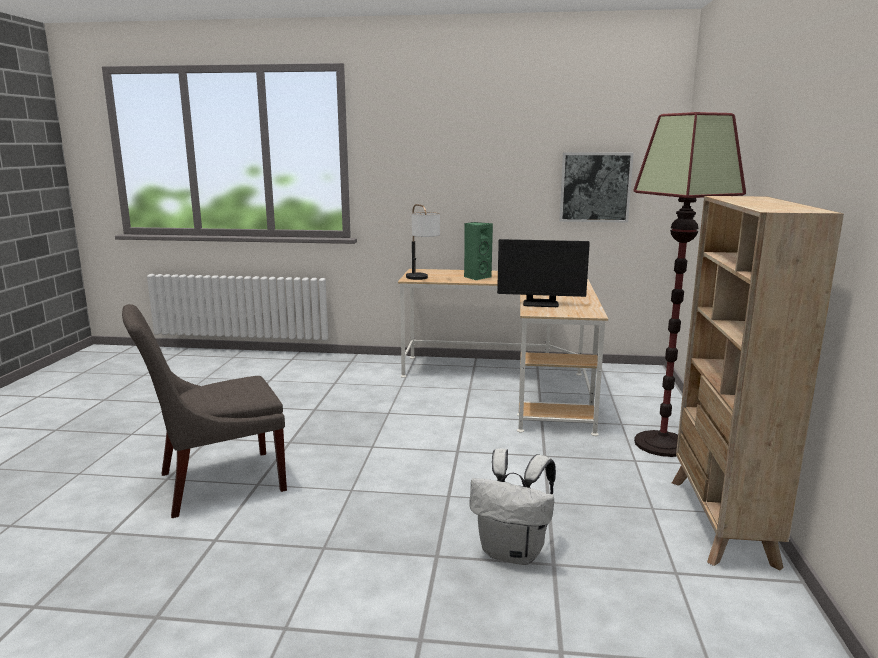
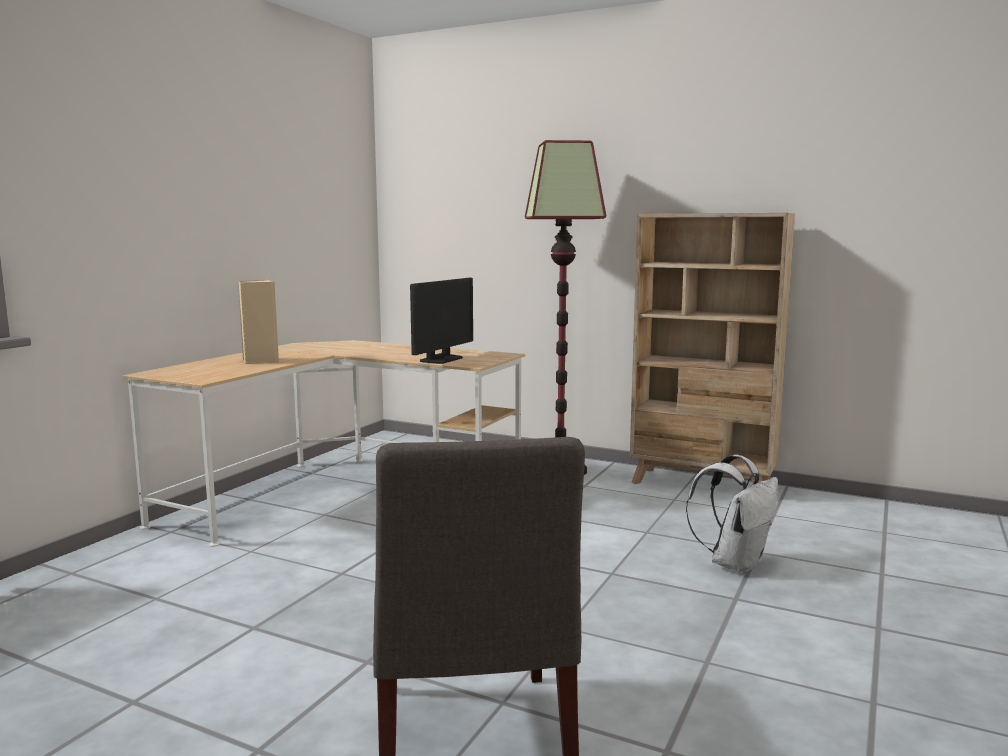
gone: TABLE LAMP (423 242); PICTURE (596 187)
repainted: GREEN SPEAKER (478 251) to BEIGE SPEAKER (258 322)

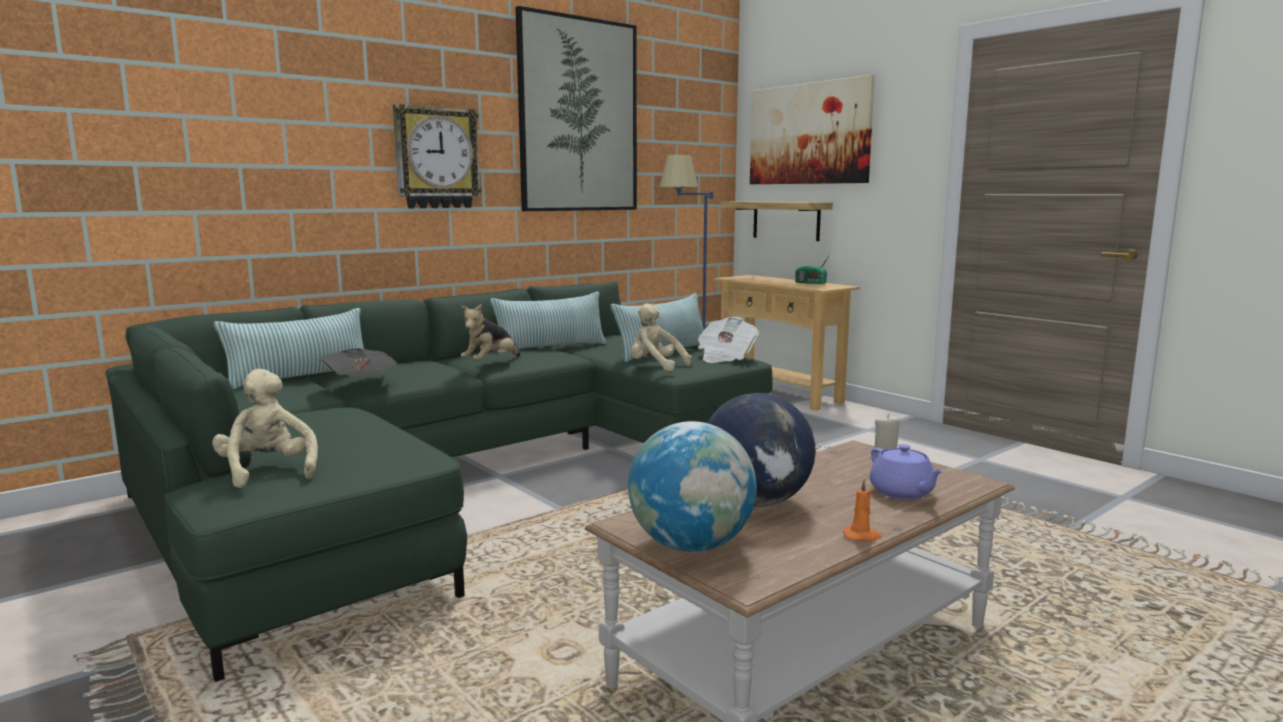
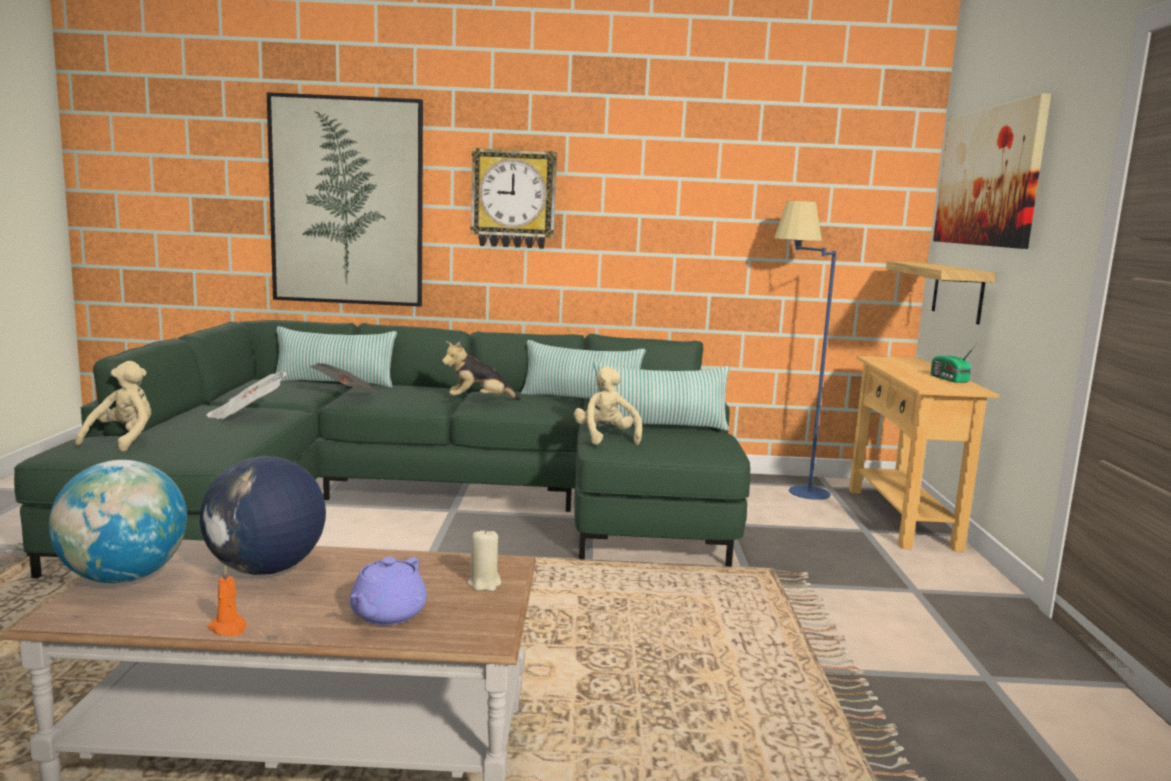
shifted: NEWSPAPER (728 340) to (246 395); PICTURE (576 108) to (345 199)

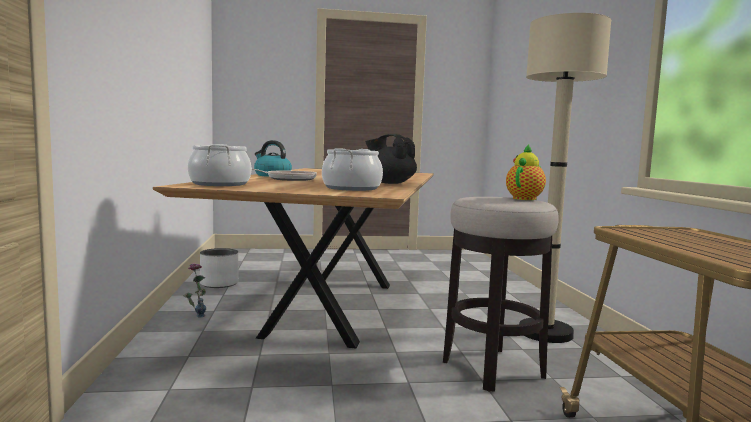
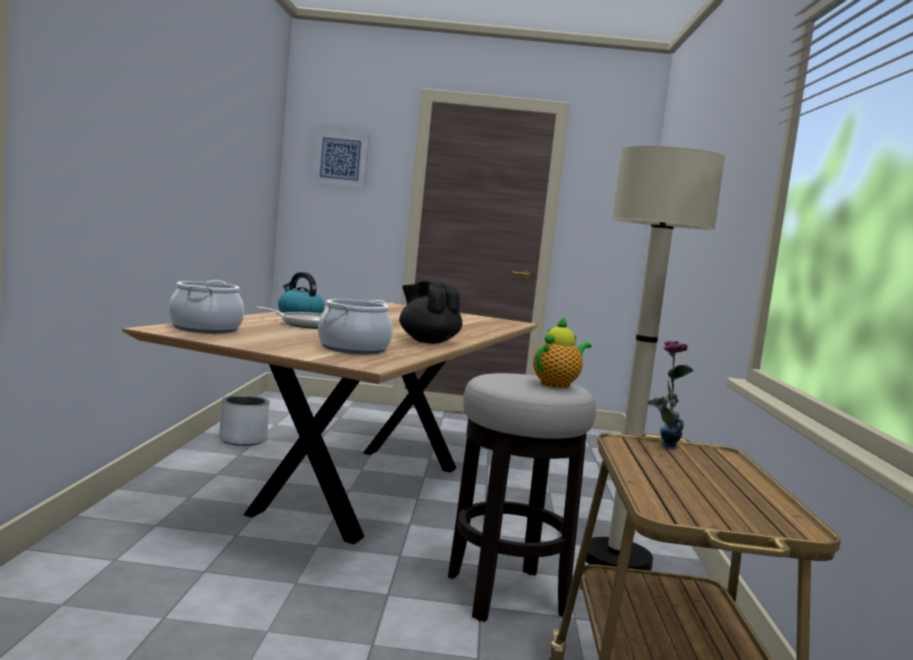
new: PICTURE (341 159)
shifted: VASE (194 290) to (671 395)

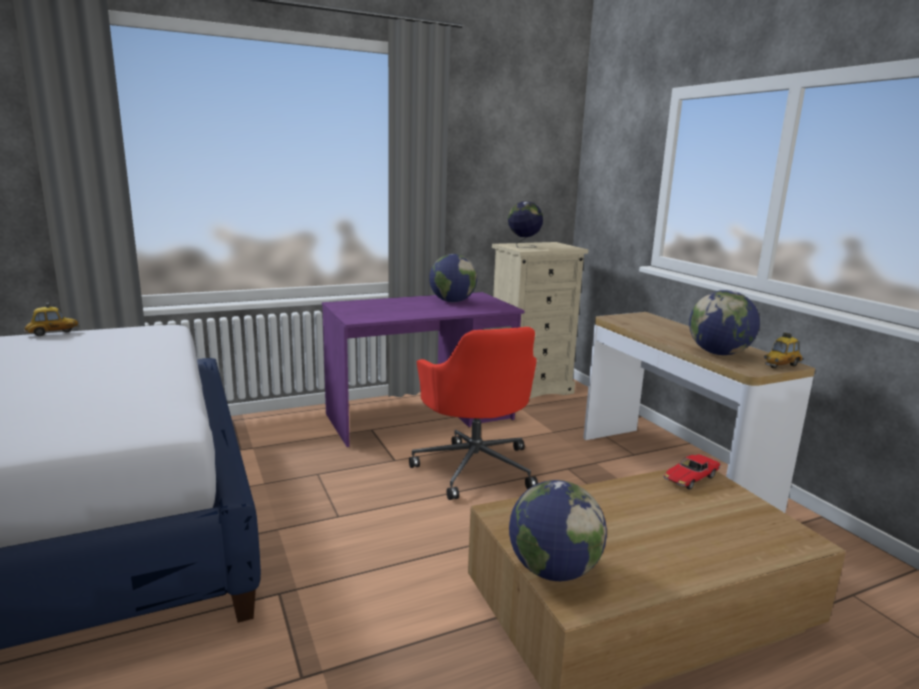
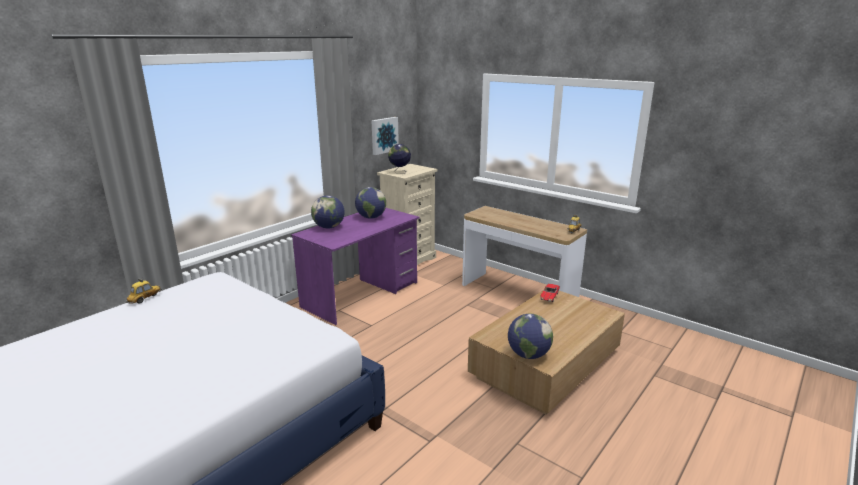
gone: RED OFFICE CHAIR (473 413)
new: PICTURE (385 136)
shifted: GLOBE (724 322) to (328 211)

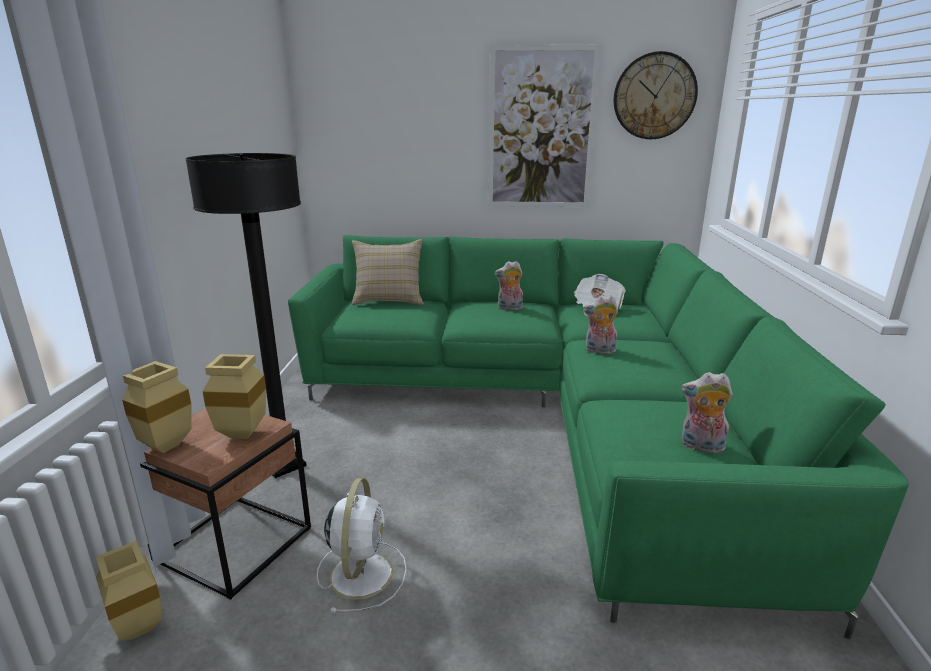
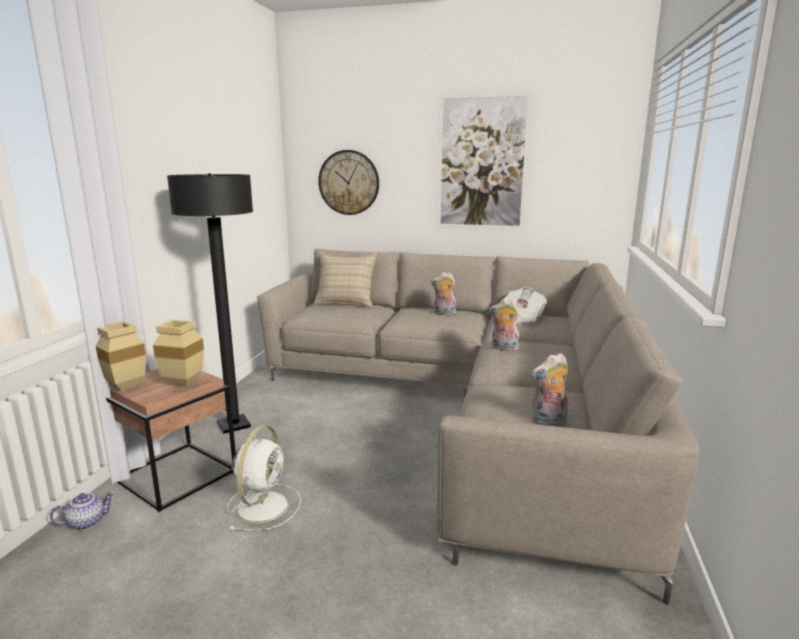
shifted: WALL CLOCK (656 95) to (348 182)
swapped: BEIGE VASE (129 590) to TEAPOT (82 511)
repainted: GREEN SOFA (598 437) to BEIGE SOFA (478 427)
rotated: PLUSH TOY (707 412) = (549 389) 45 degrees counterclockwise

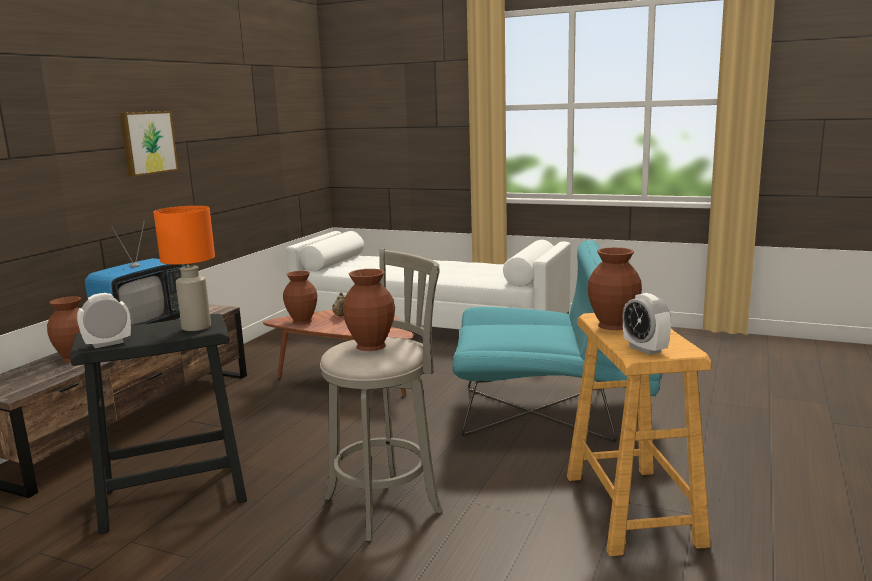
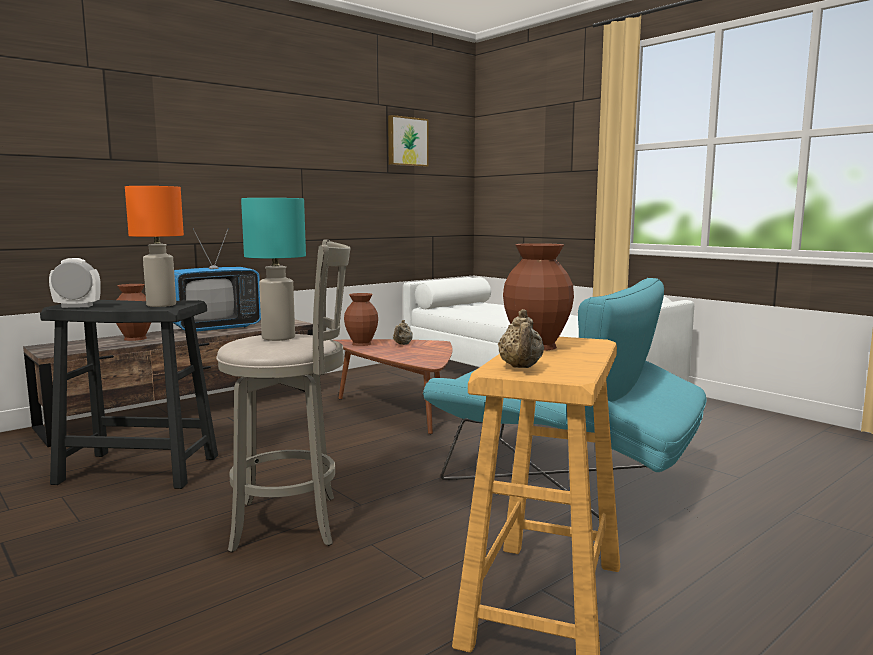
shifted: PICTURE (148 143) to (408 141)
swapped: BROWN VASE (369 310) to TURQUOISE TABLE LAMP (273 269); ALARM CLOCK (646 324) to BEIGE TEAPOT (521 338)

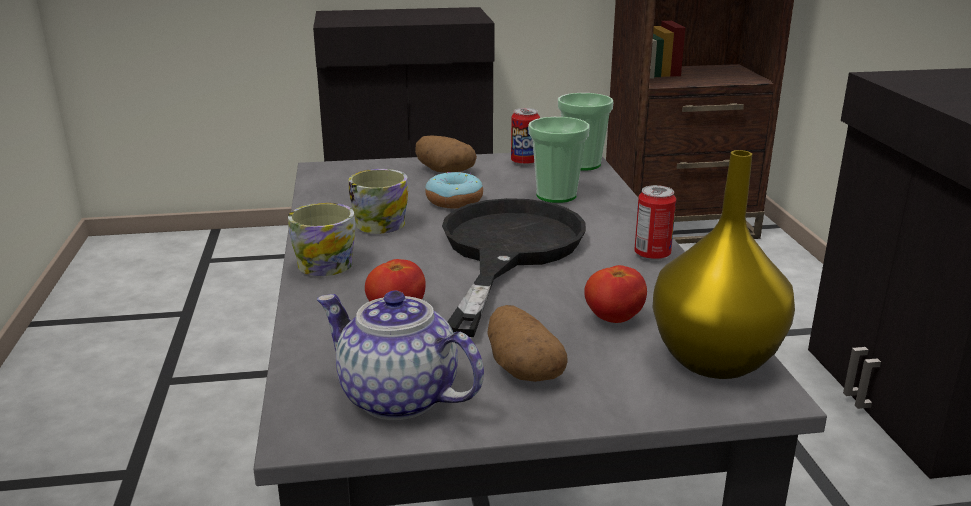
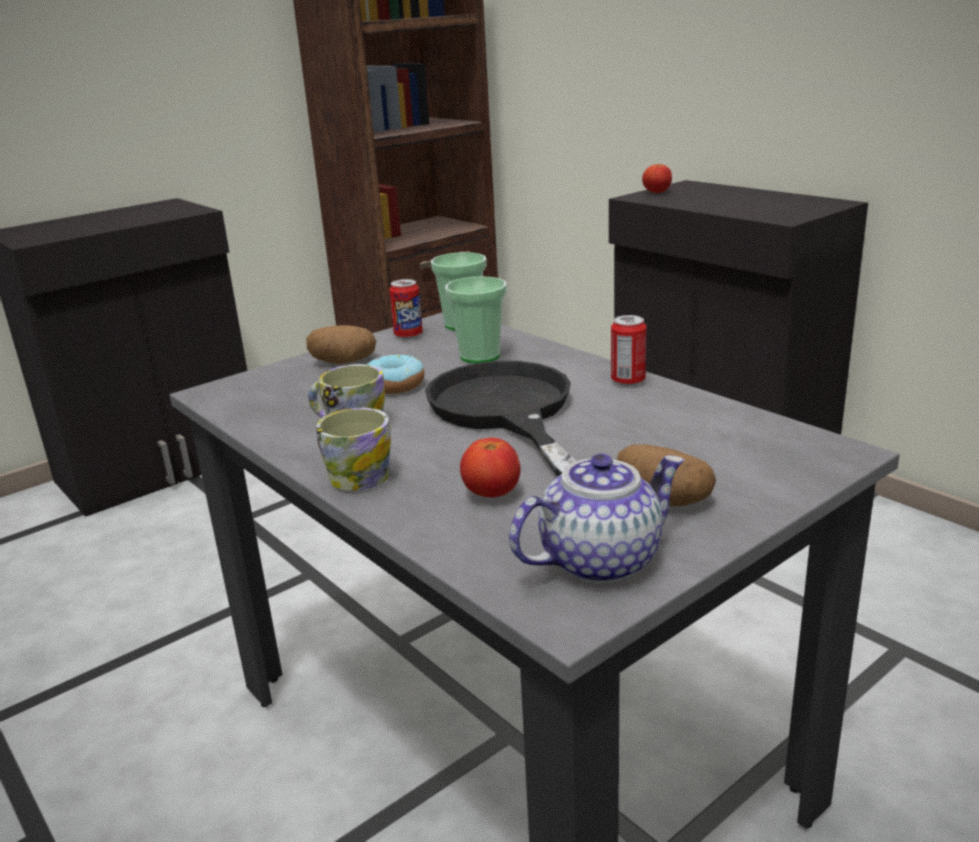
gone: YELLOW VASE (723 264)
shifted: TOMATO (615 294) to (657 178)
rotated: TEAPOT (400 356) = (597 519) 150 degrees clockwise

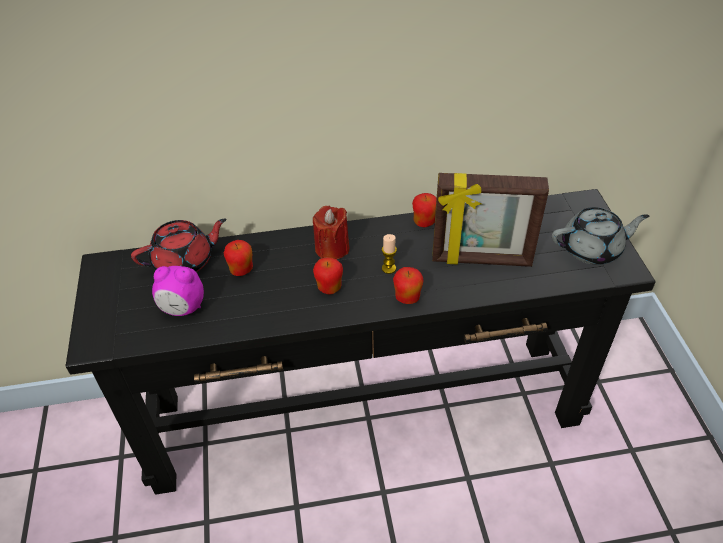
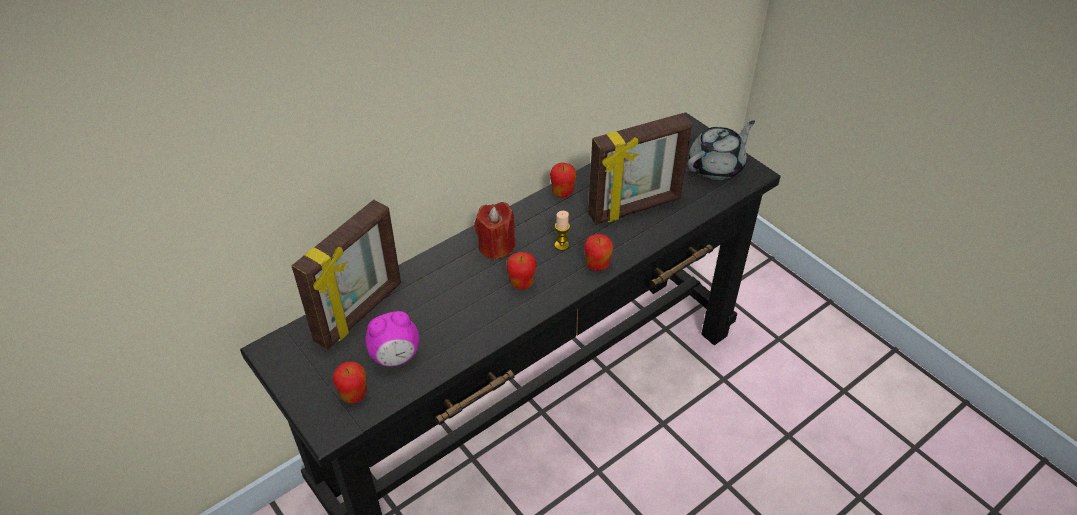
shifted: APPLE (238 258) to (349 382)
swapped: RED TEAPOT (179 245) to PICTURE FRAME (346 275)

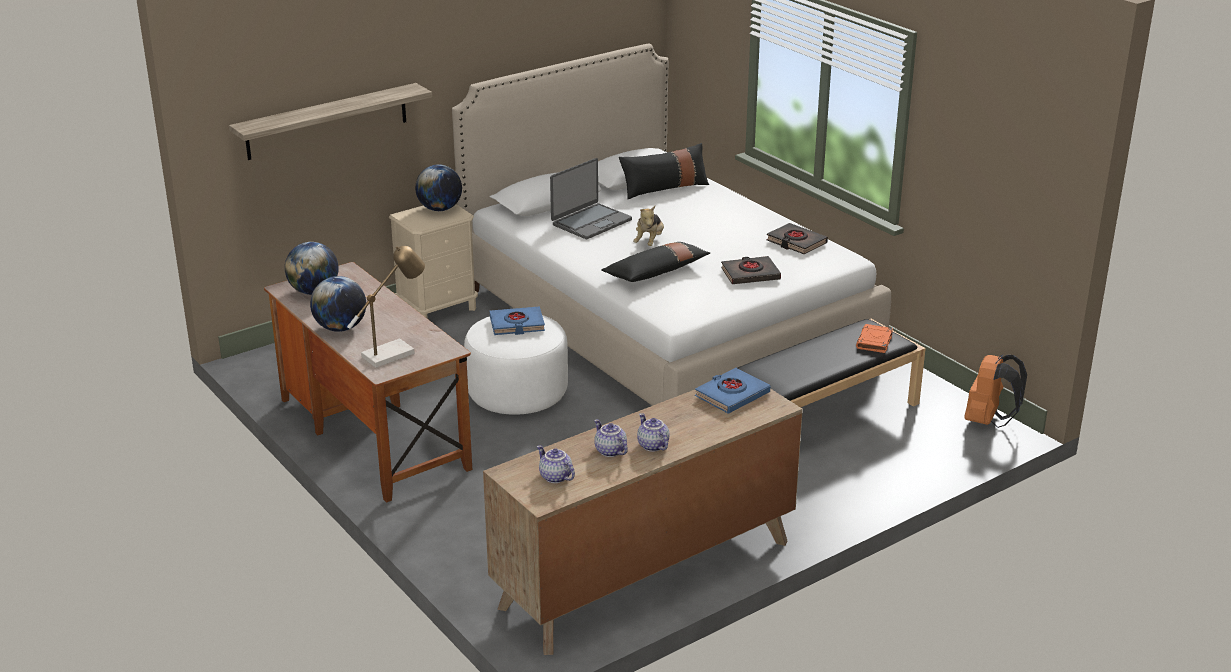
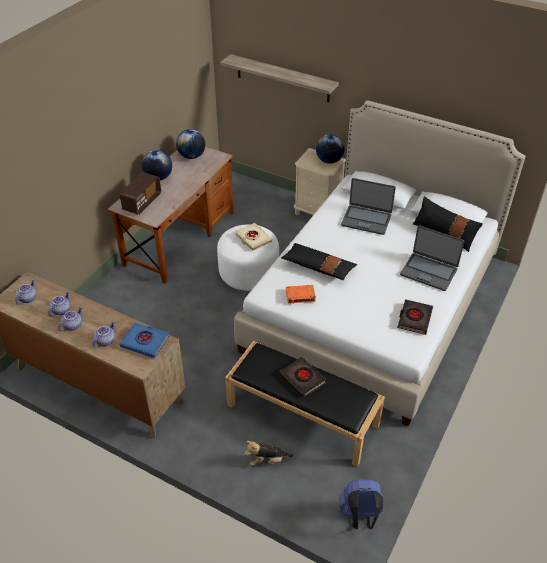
new: TEAPOT (103 334); LAPTOP (432 258)
shifted: PLUSH TOY (648 226) to (269 453); BLACK BOOK (751 270) to (303 377); ORANGE BOOK (874 338) to (301 294)
swapped: TABLE LAMP (386 307) to RADIO (140 193)
repainted: BLUE BOOK (517 320) to BEIGE BOOK (253 237); ORANGE BACKPACK (995 391) to BLUE BACKPACK (361 504)

